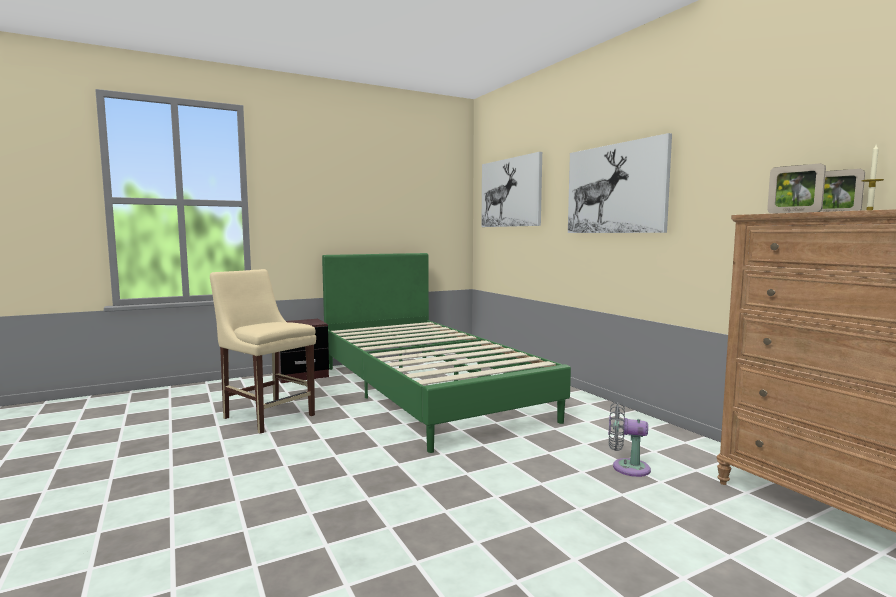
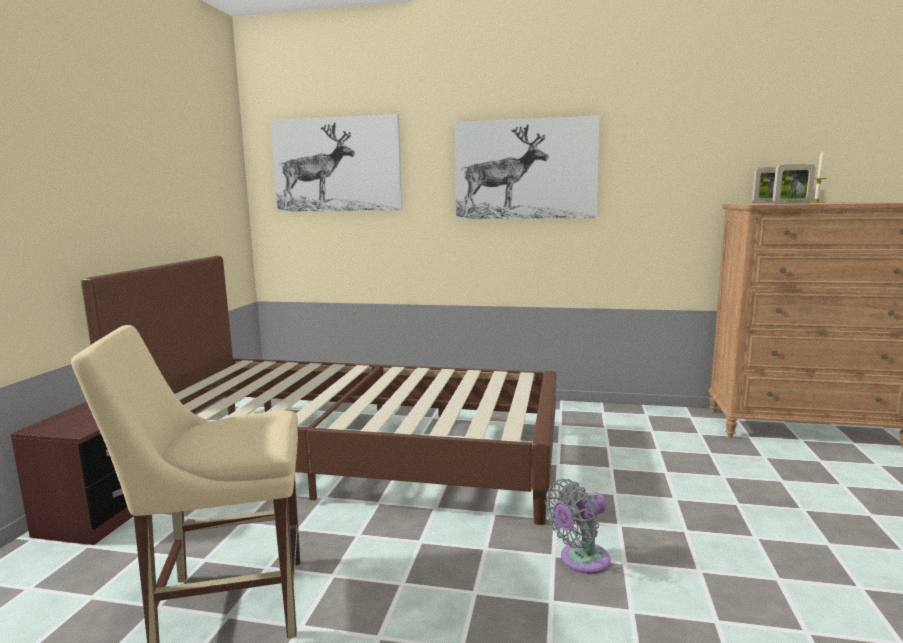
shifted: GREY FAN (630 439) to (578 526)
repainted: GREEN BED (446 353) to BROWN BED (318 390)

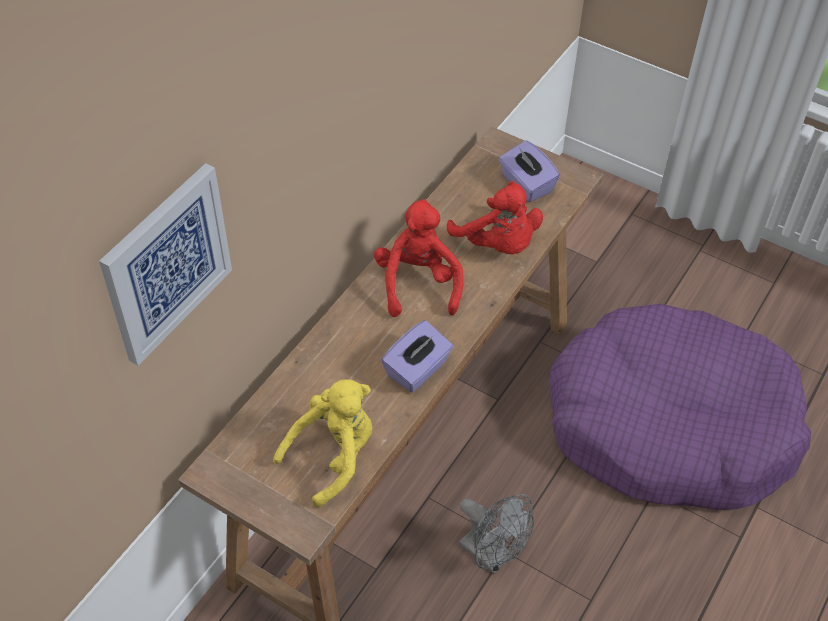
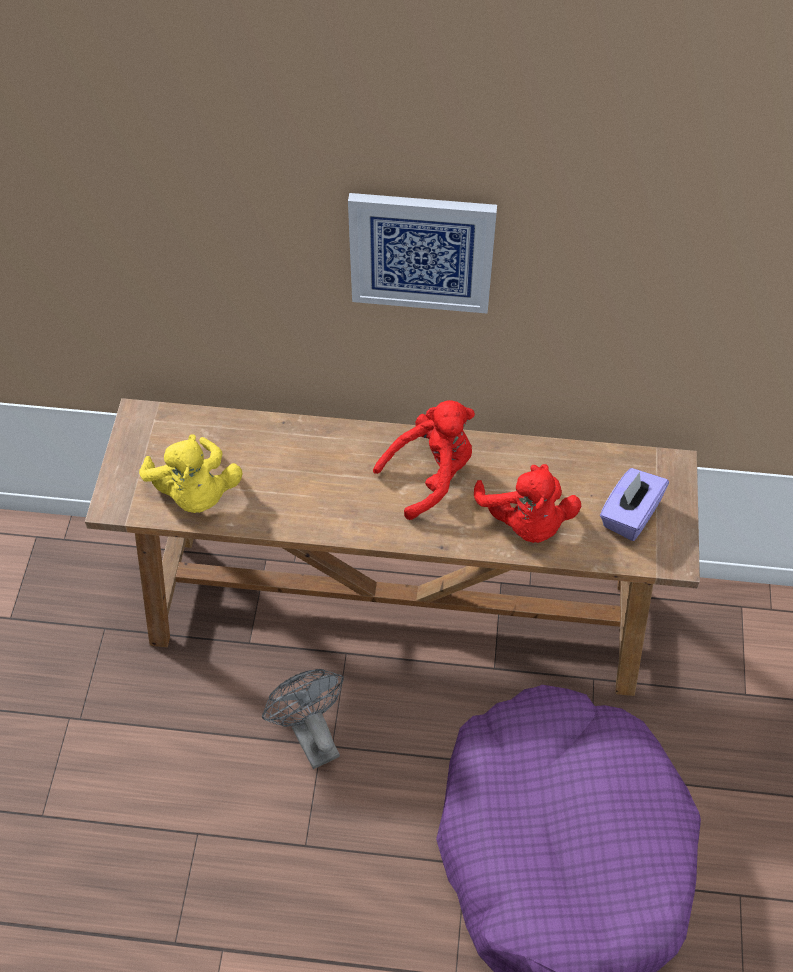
gone: PURPLE TISSUE BOX (417 356)
shifted: PICTURE (165 264) to (422 253)
rotated: YELLOW PLUSH TOY (322 443) = (190 473) 45 degrees clockwise; GREY FAN (496 534) = (303 719) 135 degrees clockwise; RED PLUSH TOY (495 217) = (527 503) 45 degrees counterclockwise

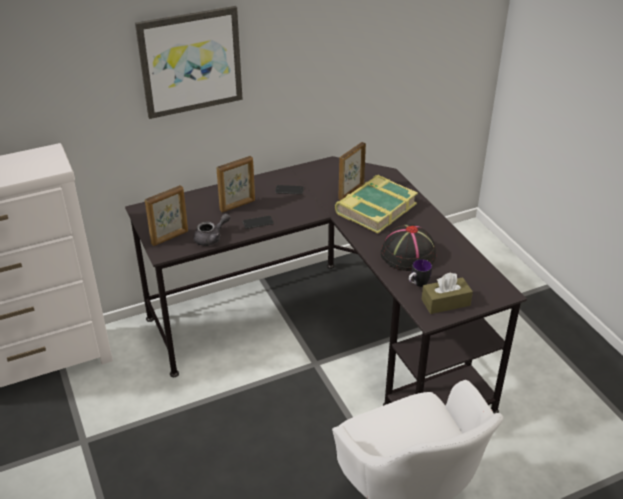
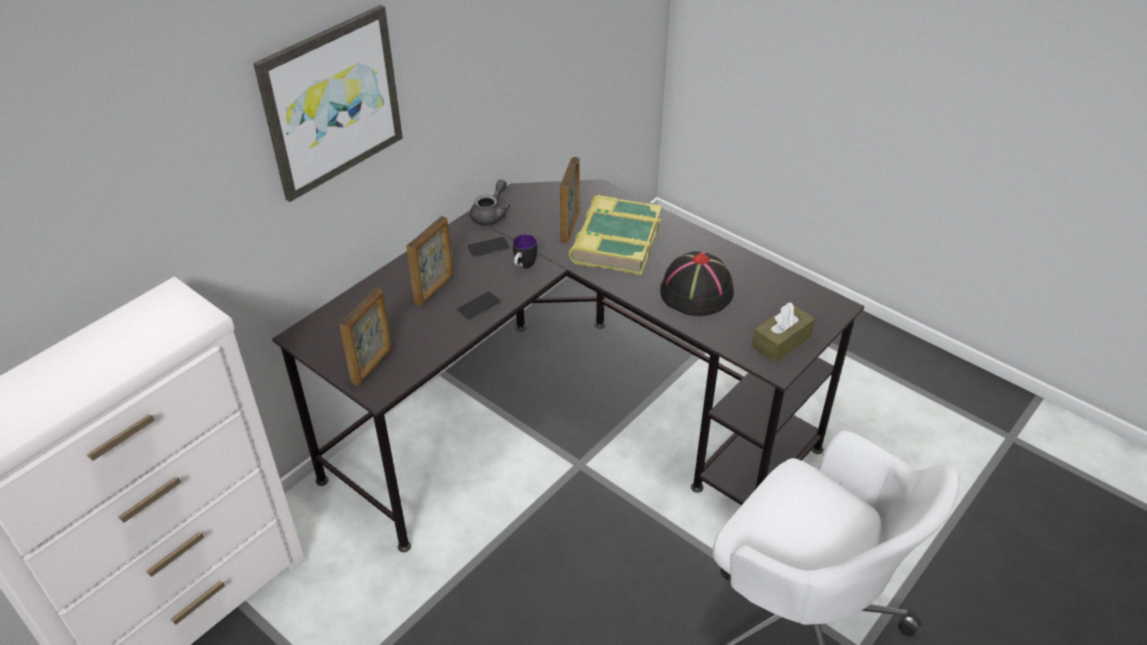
shifted: GREY TEAPOT (211 229) to (490 202); MUG (420 273) to (525 251)

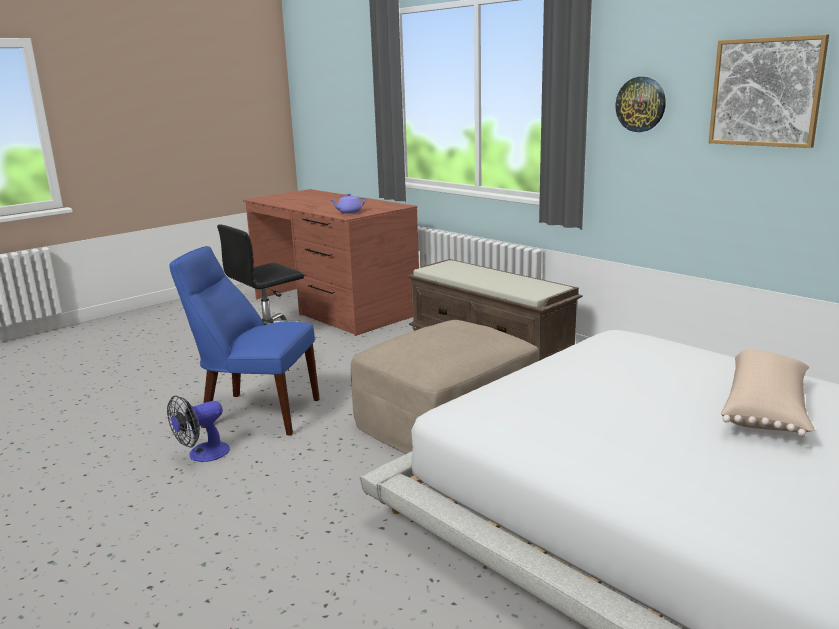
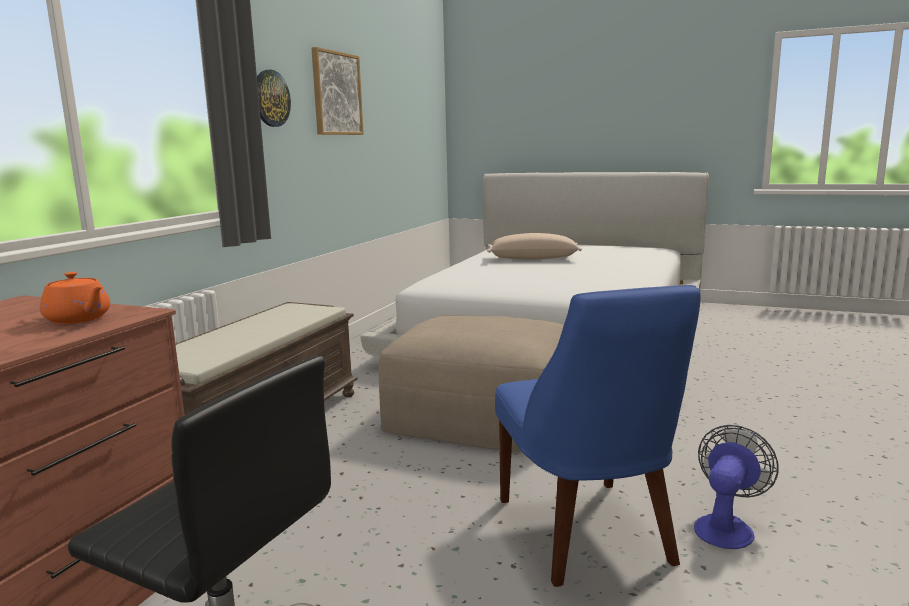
repainted: PURPLE TEAPOT (348 203) to ORANGE TEAPOT (75 298)
rotated: FAN (198 429) = (736 487) 75 degrees counterclockwise

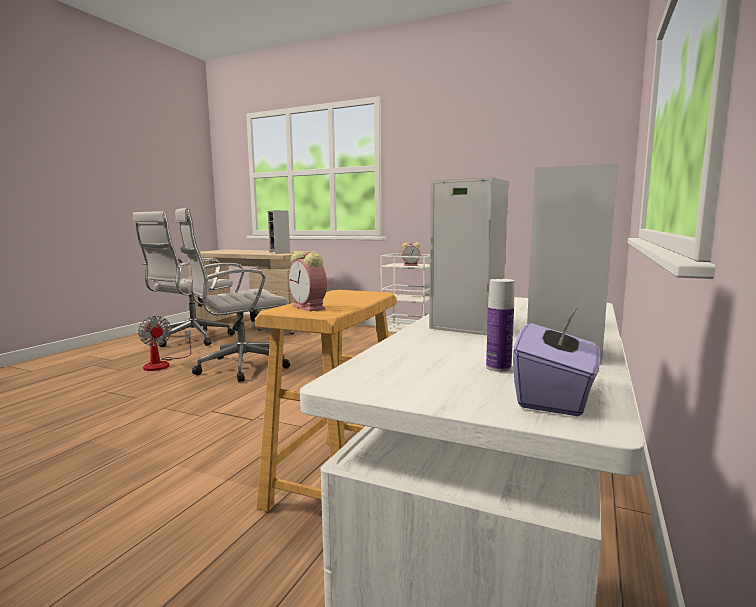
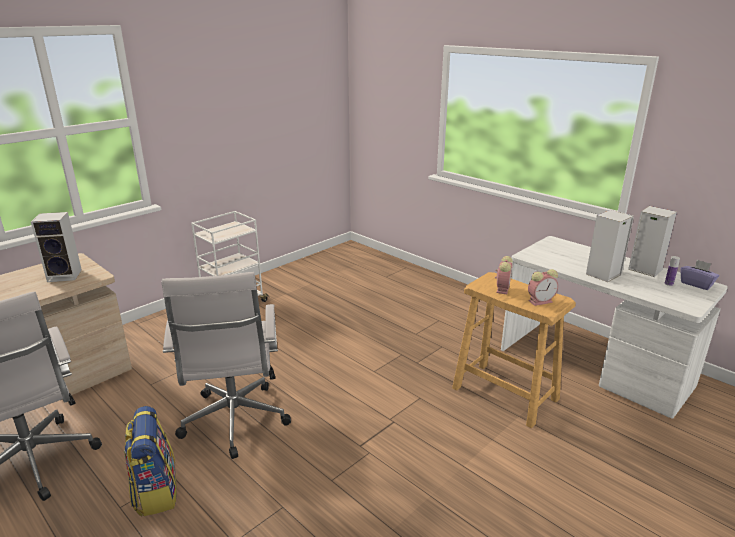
shifted: ALARM CLOCK (411 254) to (504 275)
swapped: FAN (164 343) to BACKPACK (150 461)

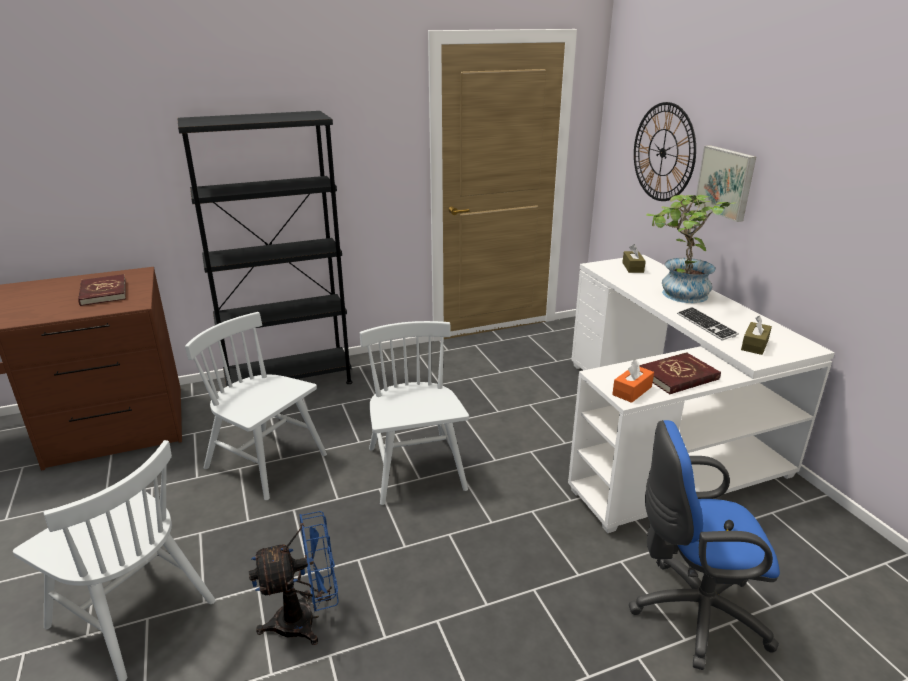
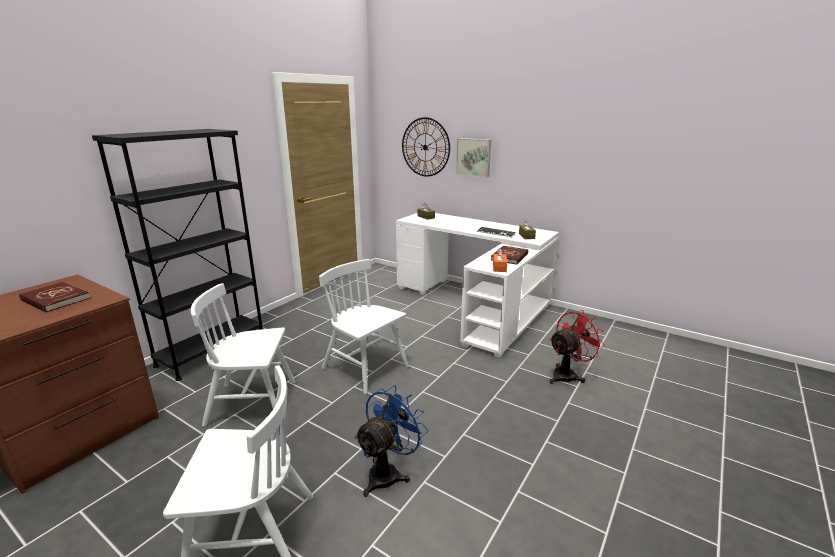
gone: POTTED PLANT (690 249)
swapped: BLUE OFFICE CHAIR (704 545) to RED FAN (577 347)

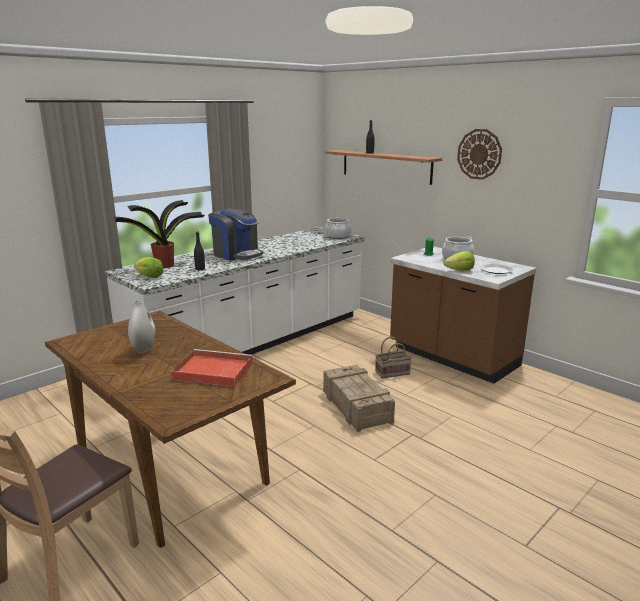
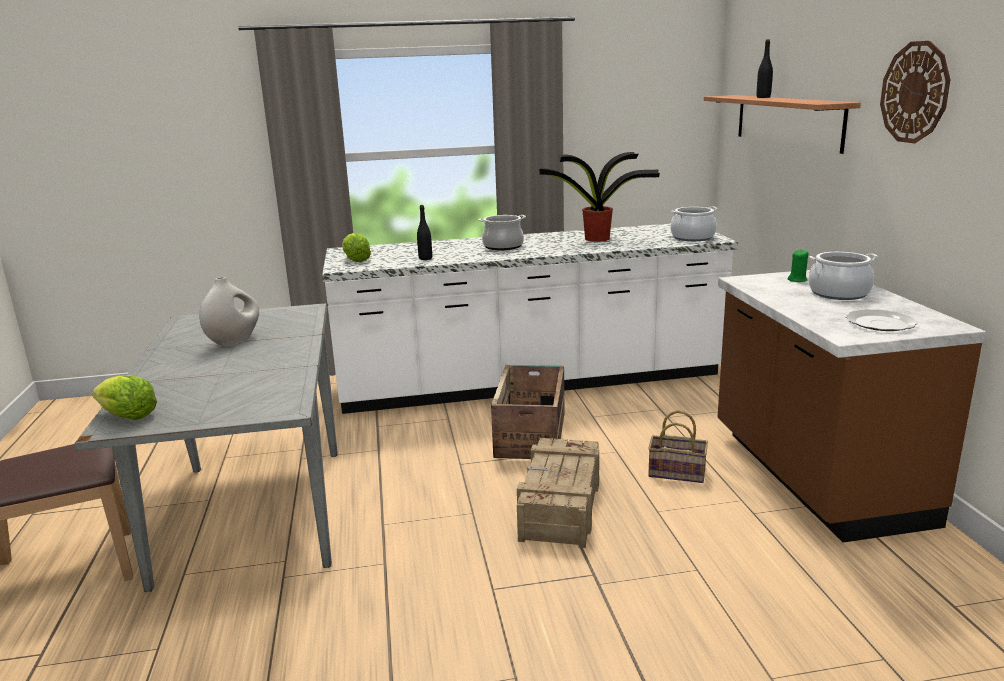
gone: RED TRAY (212 368)
new: CRATE (527 412)
shifted: LETTUCE (459 261) to (124 397); POTTED PLANT (159 234) to (599 197)
swapped: COFFEE MACHINE (235 235) to COOKING POT (502 232)
repainted: BROWN DINING TABLE (170 429) to GREY DINING TABLE (206 447)

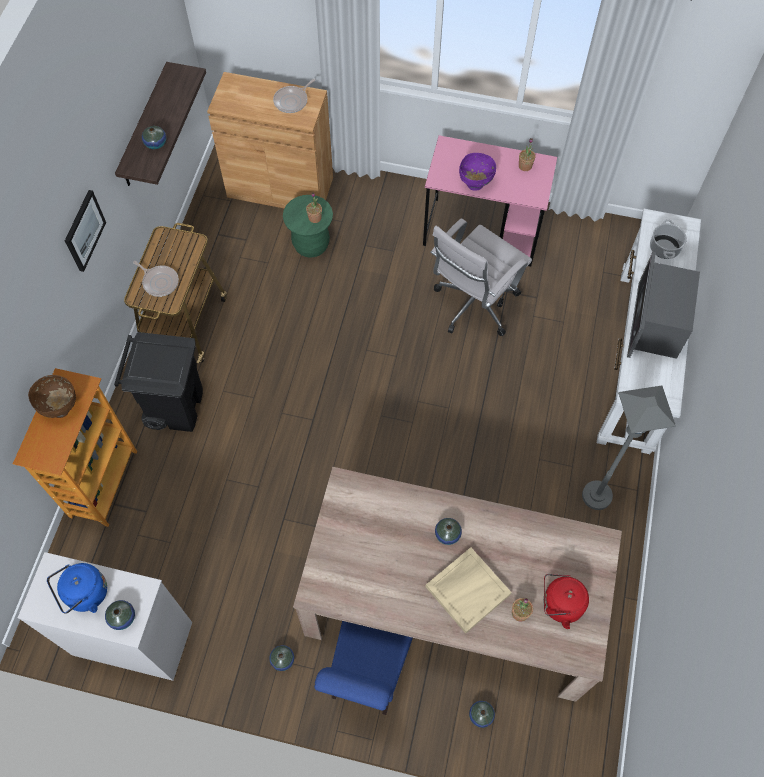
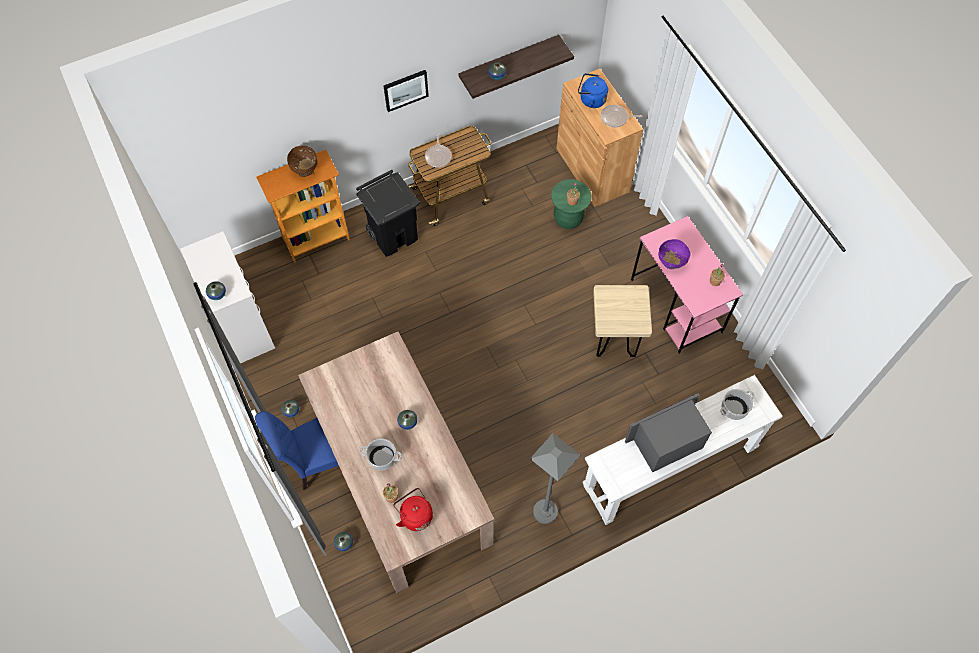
shifted: BLUE KETTLE (77 588) to (593 90)
swapped: BEIGE TRAY (468 590) to COOKING POT (381 454); WHITE OFFICE CHAIR (481 277) to BEIGE STOOL (622 321)

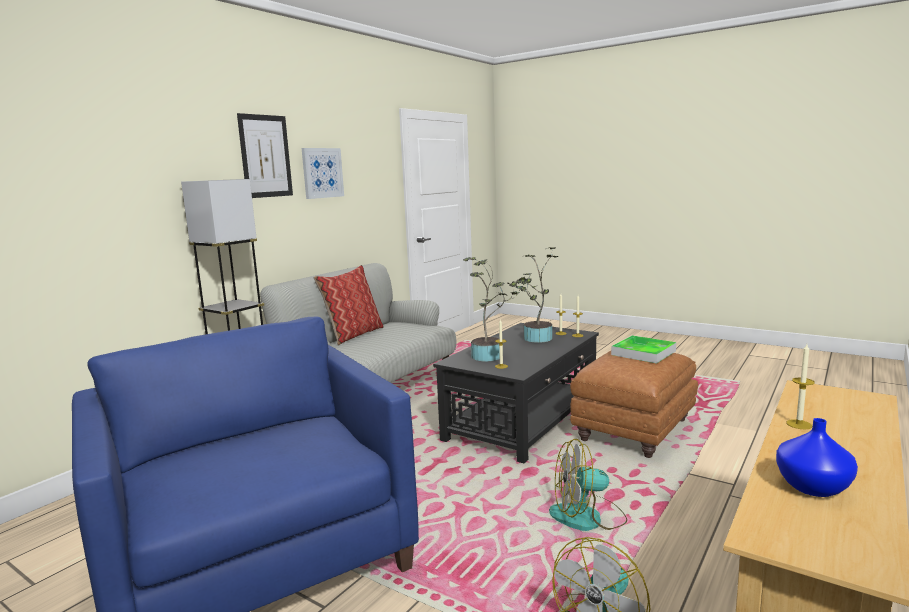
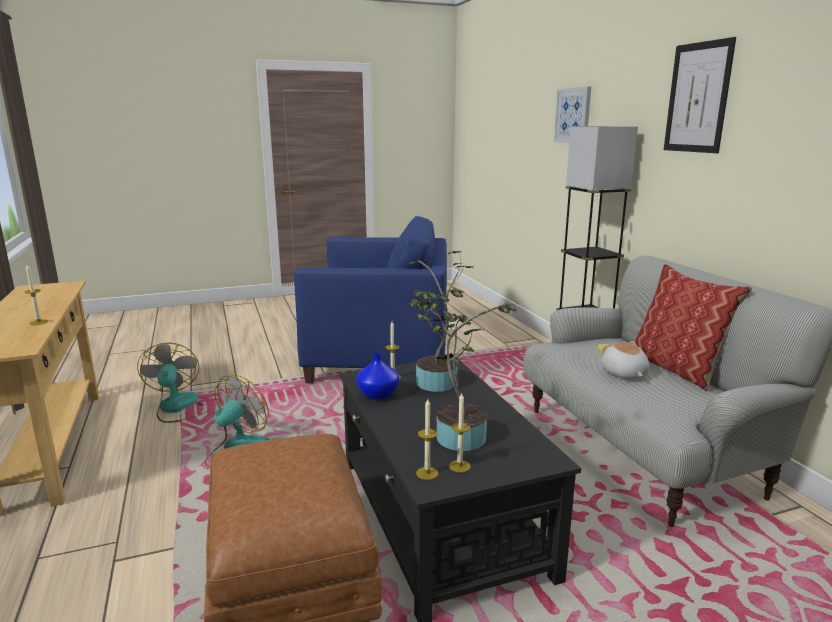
gone: TRAY (643 349)
new: PLUSH TOY (624 360)
shifted: BLUE VASE (817 457) to (377 376); PICTURE (323 173) to (572 114)

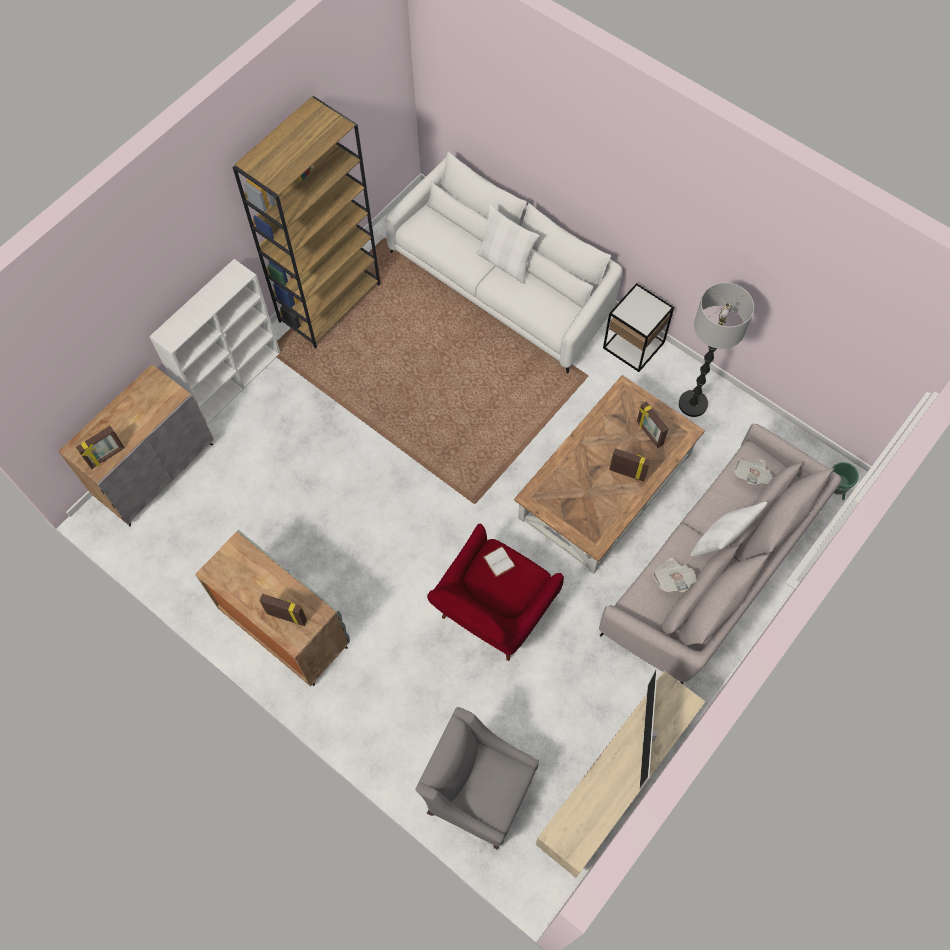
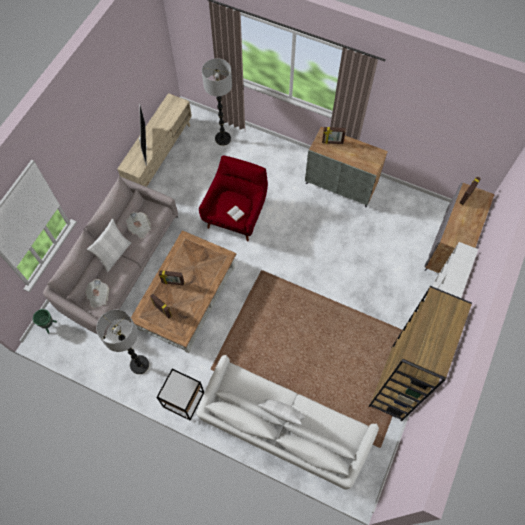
swapped: GREY ARMCHAIR (477 778) to FLOOR LAMP (217 102)

